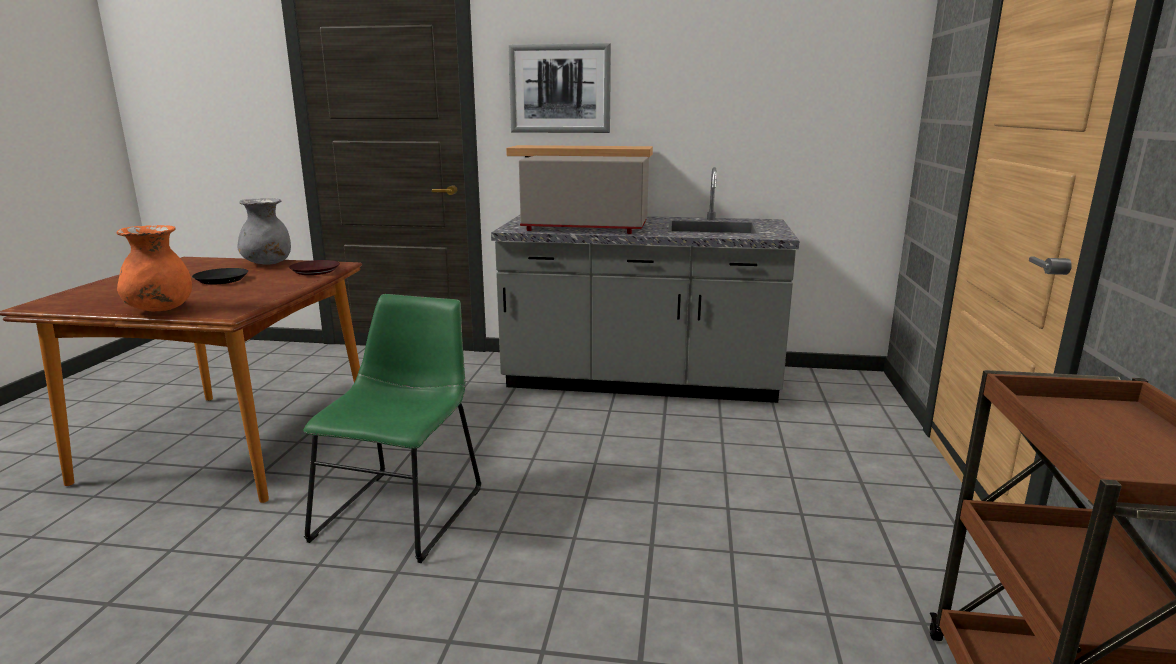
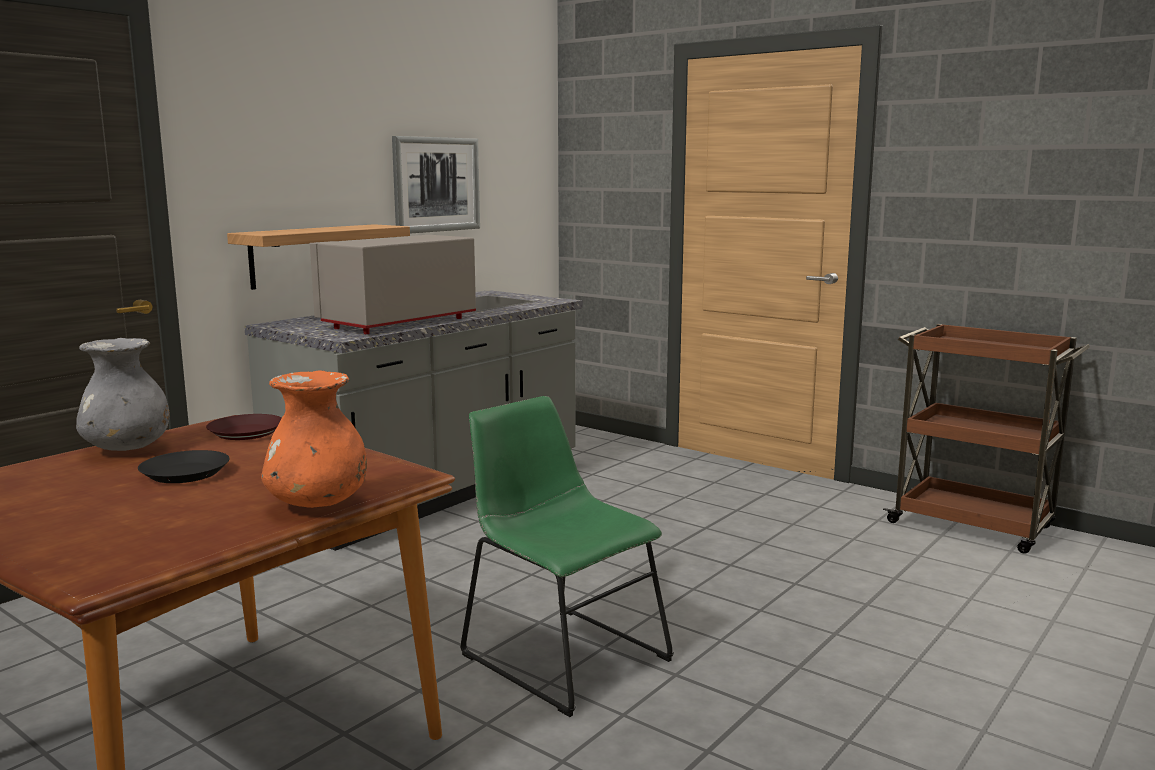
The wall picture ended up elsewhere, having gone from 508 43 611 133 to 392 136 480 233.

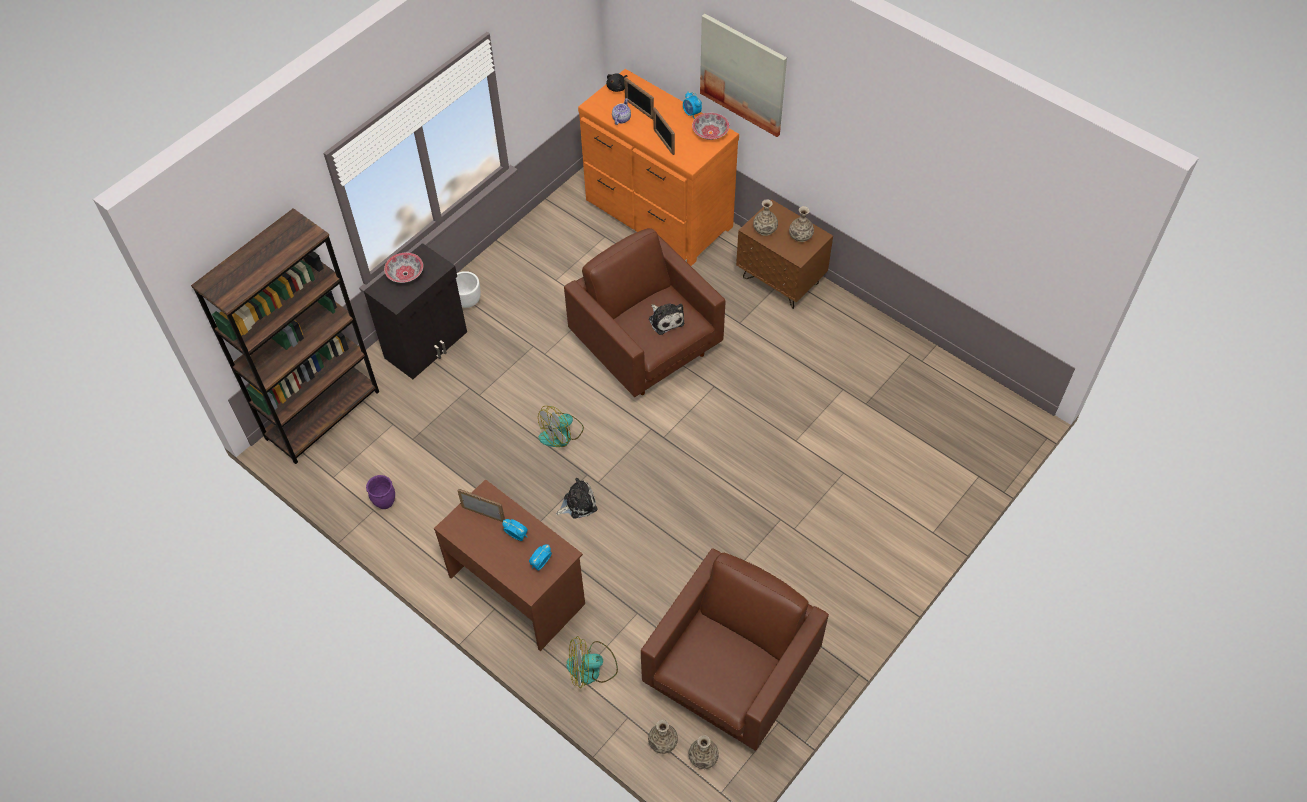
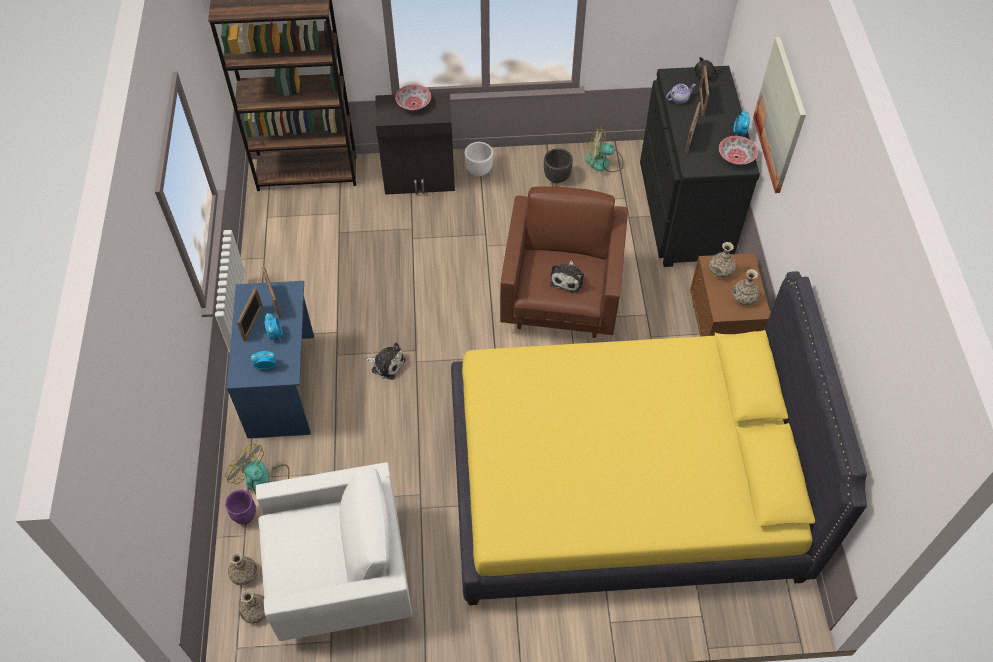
The second view gained the standing frame at 237 287 263 341.
The second view gained the yellow sleeping bed at 451 271 867 605.
The second view gained the blackish plant pot at 544 149 573 183.
The purplish plant pot ended up elsewhere, having gone from 366 475 395 509 to 225 490 256 525.
The cooling fan ended up elsewhere, having gone from 538 406 584 447 to 585 127 623 172.
What was the brown-coloured desk table at 434 479 585 651 turned into the bluish desk table at 227 281 314 438.
What was the orange-coloured chest of drawers at 578 69 739 266 turned into the blackish chest of drawers at 640 66 760 267.
What was the brown-coloured easy chair at 641 548 829 751 turned into the white-coloured easy chair at 256 462 412 641.

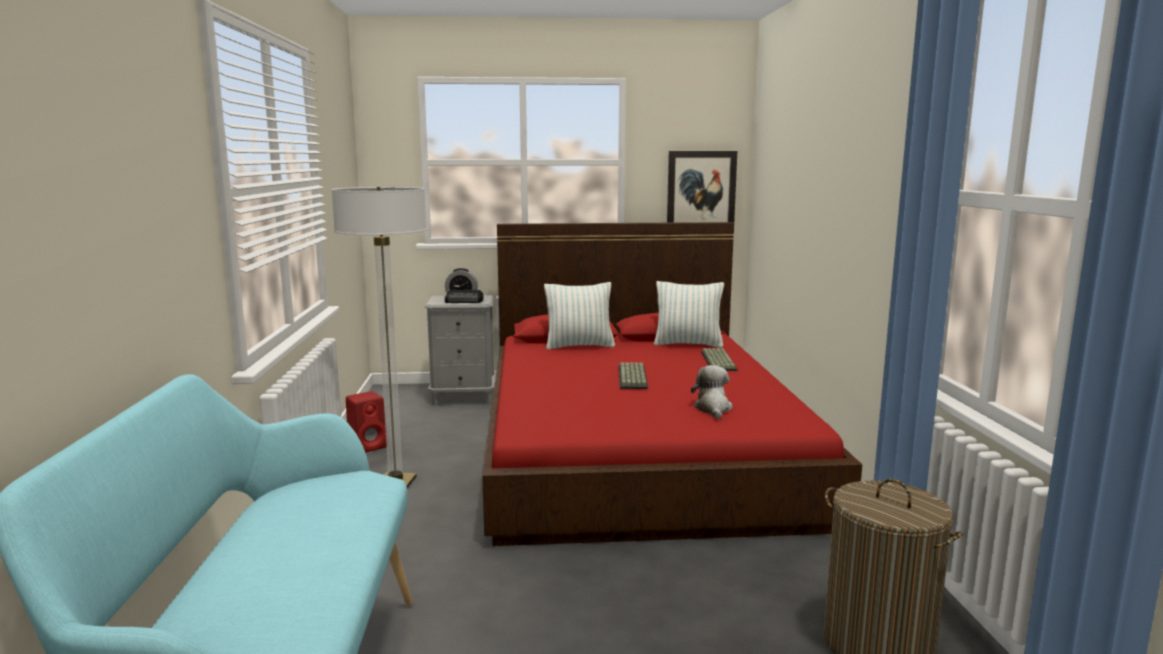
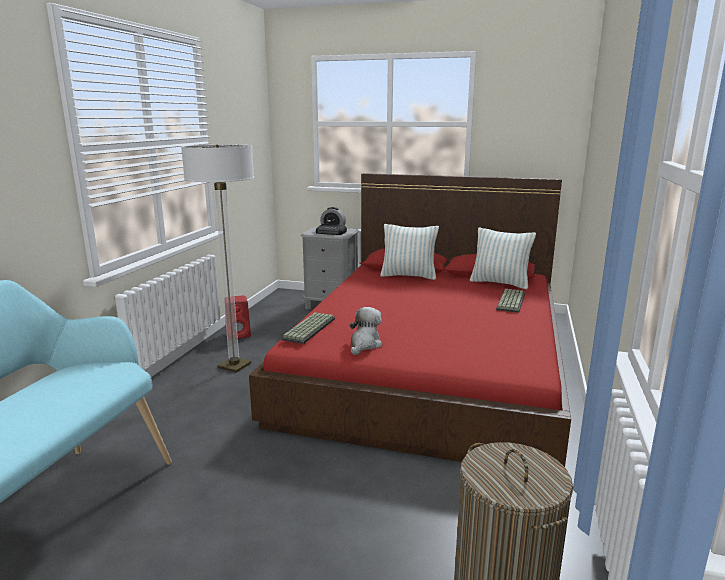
The second view lost the wall picture at 667 151 737 235.
The computer keyboard ended up elsewhere, having gone from 618 362 648 389 to 281 312 335 344.
The cuddly toy ended up elsewhere, having gone from 691 365 733 419 to 350 307 382 355.

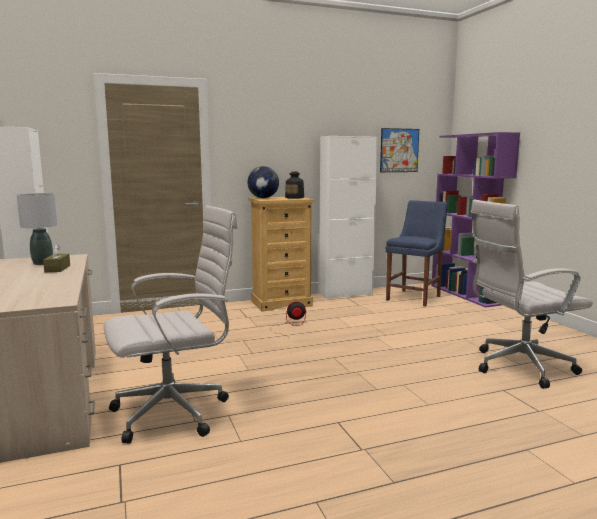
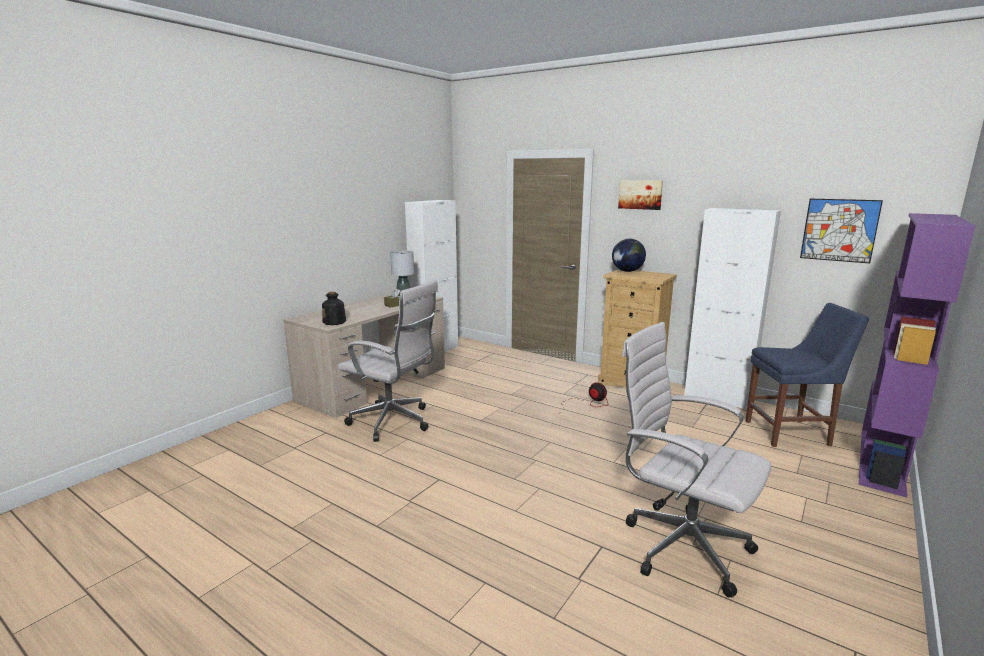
The second view gained the wall picture at 618 180 663 210.
The drink bottle ended up elsewhere, having gone from 285 172 304 199 to 322 292 346 325.

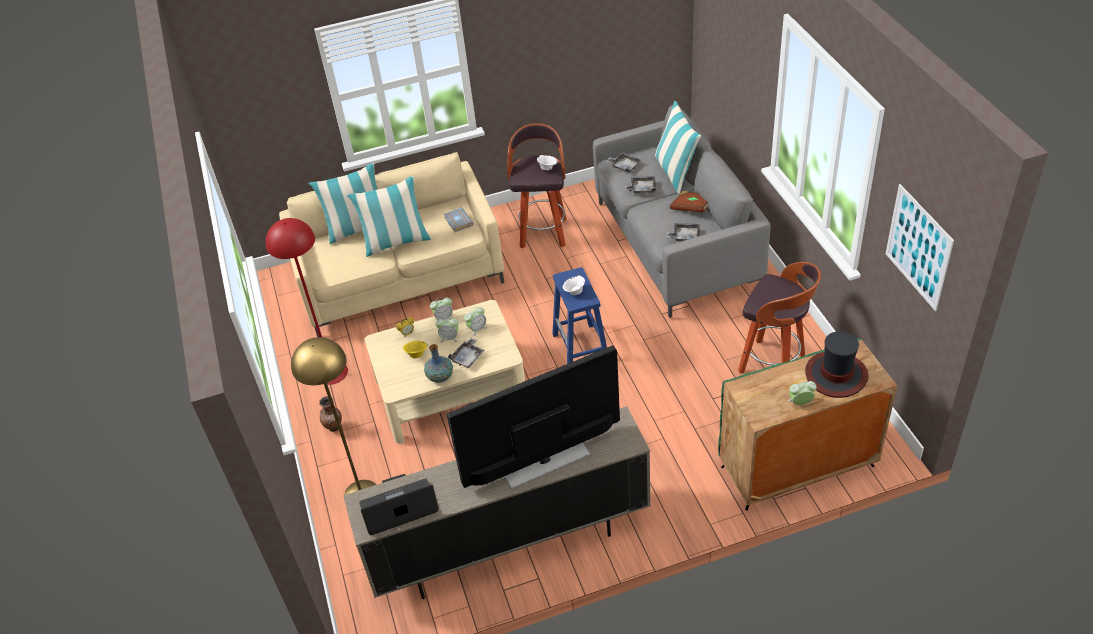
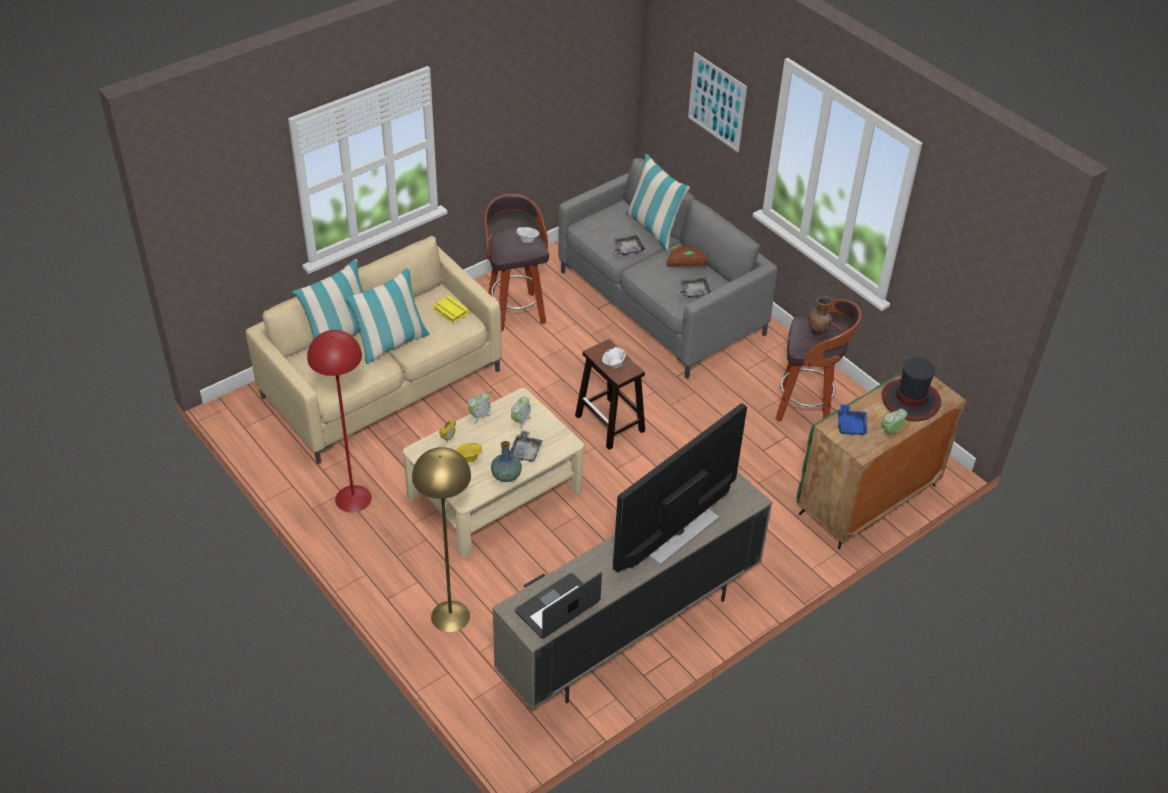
The second view lost the bedside clock at 436 317 459 342.
The second view lost the greyish tray at 606 152 641 173.
The second view gained the bluish tray at 838 404 867 436.
The brown-coloured decorative vase ended up elsewhere, having gone from 319 396 342 432 to 809 296 833 336.
The wall picture ended up elsewhere, having gone from 886 184 954 311 to 688 52 747 152.
What was the greyish volume at 444 207 474 232 turned into the yellow volume at 433 295 470 323.
What was the bluish stool at 552 267 607 364 turned into the brown-coloured stool at 575 339 645 450.

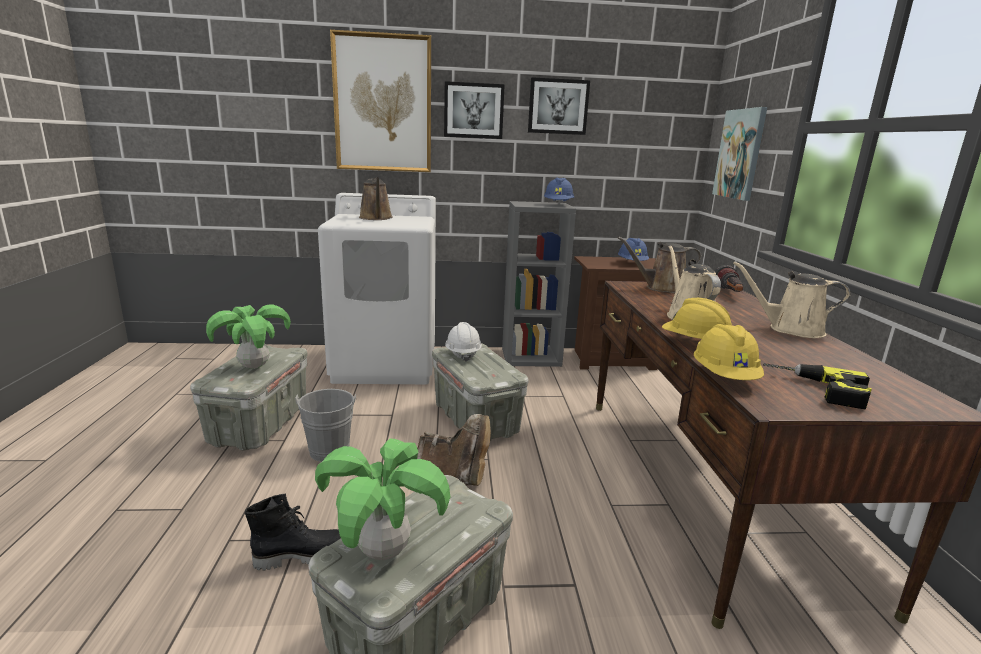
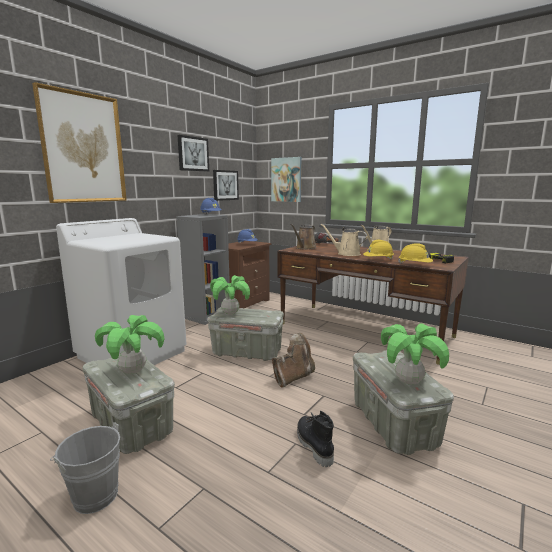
The second view lost the brown-coloured sprinkling can at 359 177 393 220.
The greyish water bucket ended up elsewhere, having gone from 295 389 357 462 to 50 422 120 514.
The wall picture ended up elsewhere, having gone from 444 81 505 139 to 213 170 239 201.
Where the white-coloured hard hat stood at 445 322 482 362, the plant in a pot came to stand at 210 275 250 315.
The blackish tall boot at 245 494 341 571 ended up facing another way, 45 degrees counterclockwise from before.

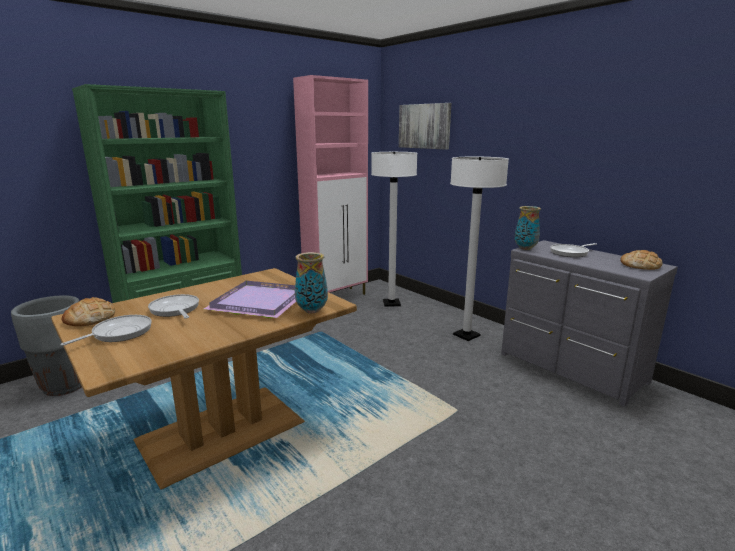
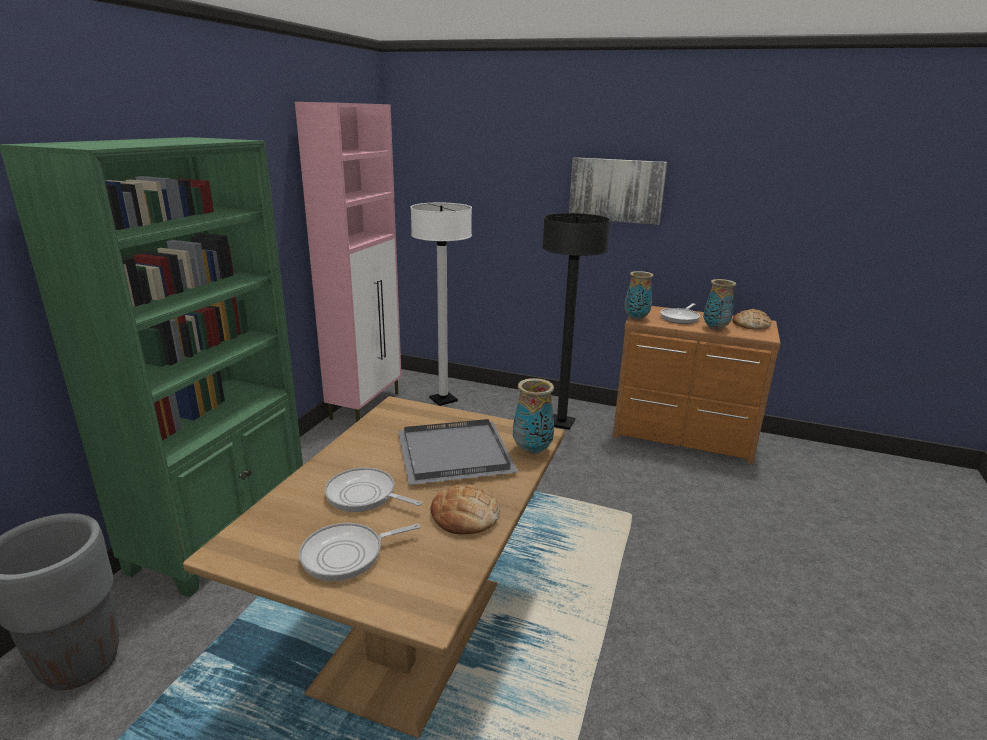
The second view gained the decorative vase at 703 279 736 330.
The bread ended up elsewhere, having gone from 61 297 115 326 to 431 484 500 534.
The wall picture ended up elsewhere, having gone from 399 103 451 150 to 569 157 667 225.
What was the purplish tray at 204 281 296 318 turned into the greyish tray at 398 419 518 485.
What was the white-coloured standard lamp at 450 157 509 341 turned into the blackish standard lamp at 542 213 610 430.
What was the greyish chest of drawers at 501 240 678 407 turned into the brown-coloured chest of drawers at 613 306 781 464.
The skillet at 60 315 152 346 ended up facing another way, 120 degrees counterclockwise from before.

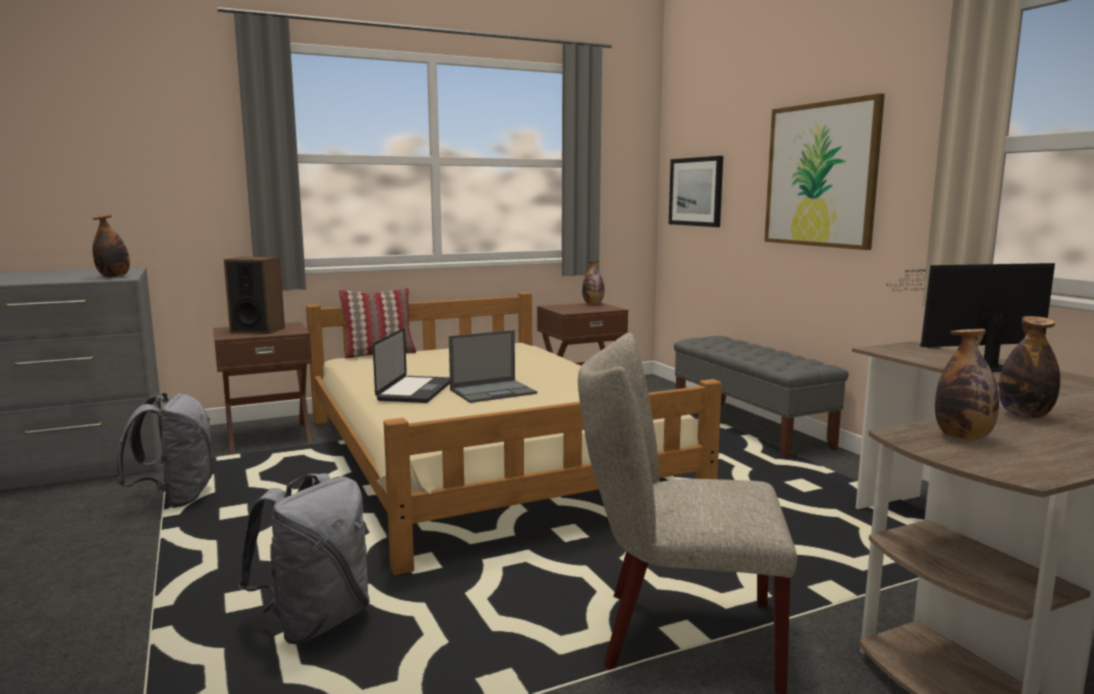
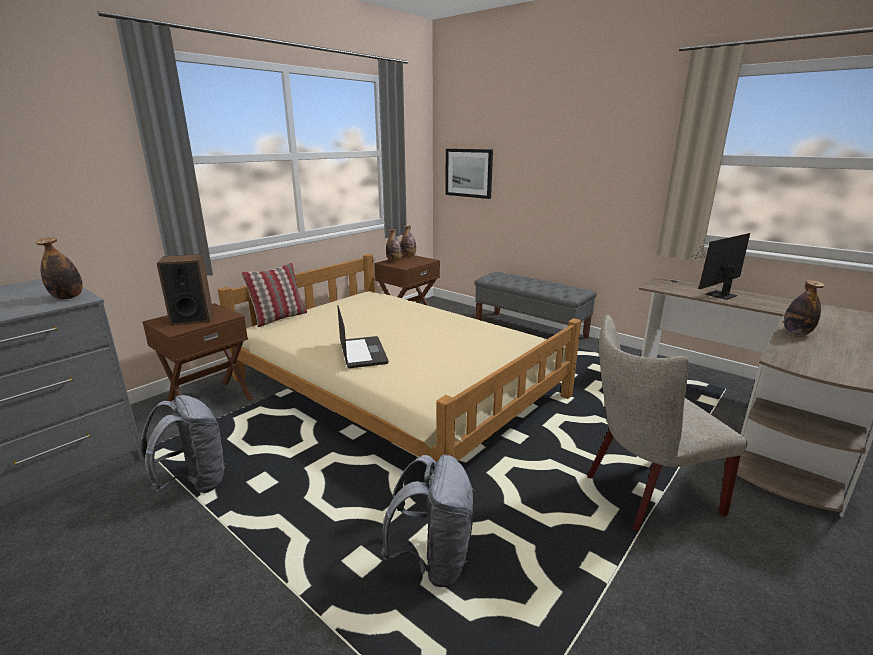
The second view lost the laptop at 449 330 537 403.
The second view lost the wall picture at 764 93 885 250.
The drink bottle ended up elsewhere, having gone from 935 329 999 440 to 386 229 402 262.

